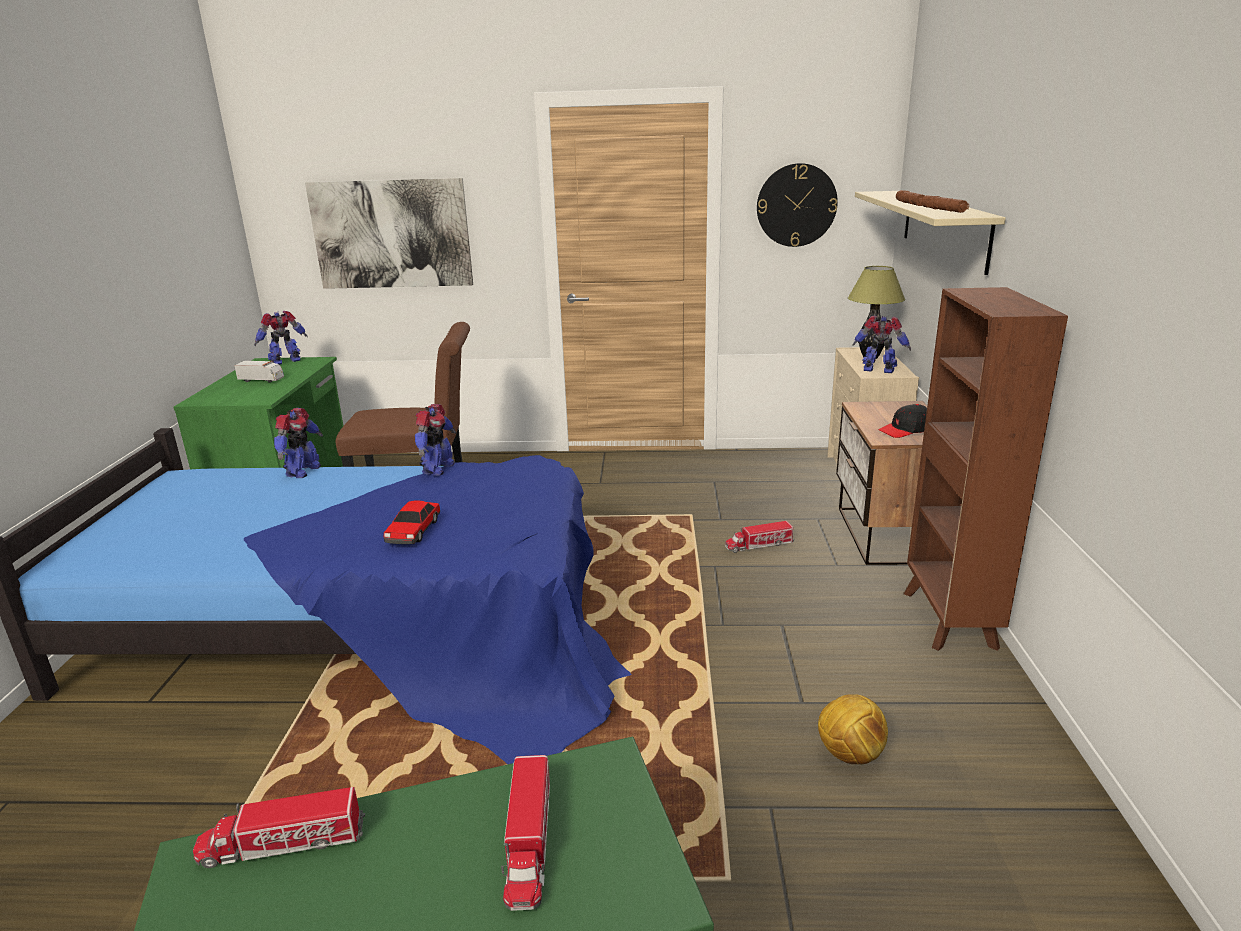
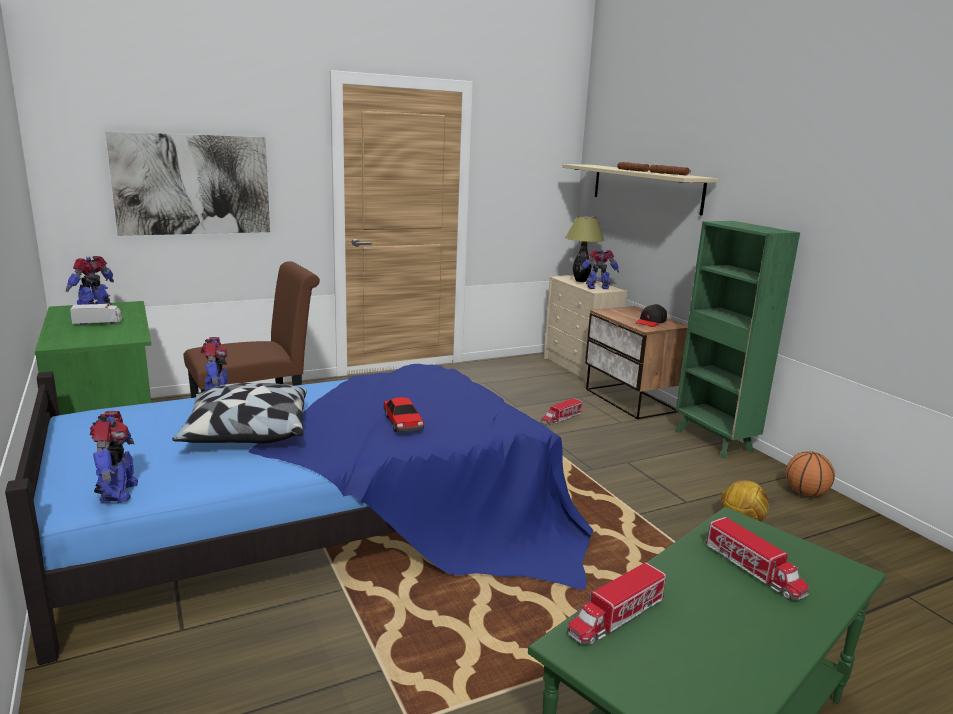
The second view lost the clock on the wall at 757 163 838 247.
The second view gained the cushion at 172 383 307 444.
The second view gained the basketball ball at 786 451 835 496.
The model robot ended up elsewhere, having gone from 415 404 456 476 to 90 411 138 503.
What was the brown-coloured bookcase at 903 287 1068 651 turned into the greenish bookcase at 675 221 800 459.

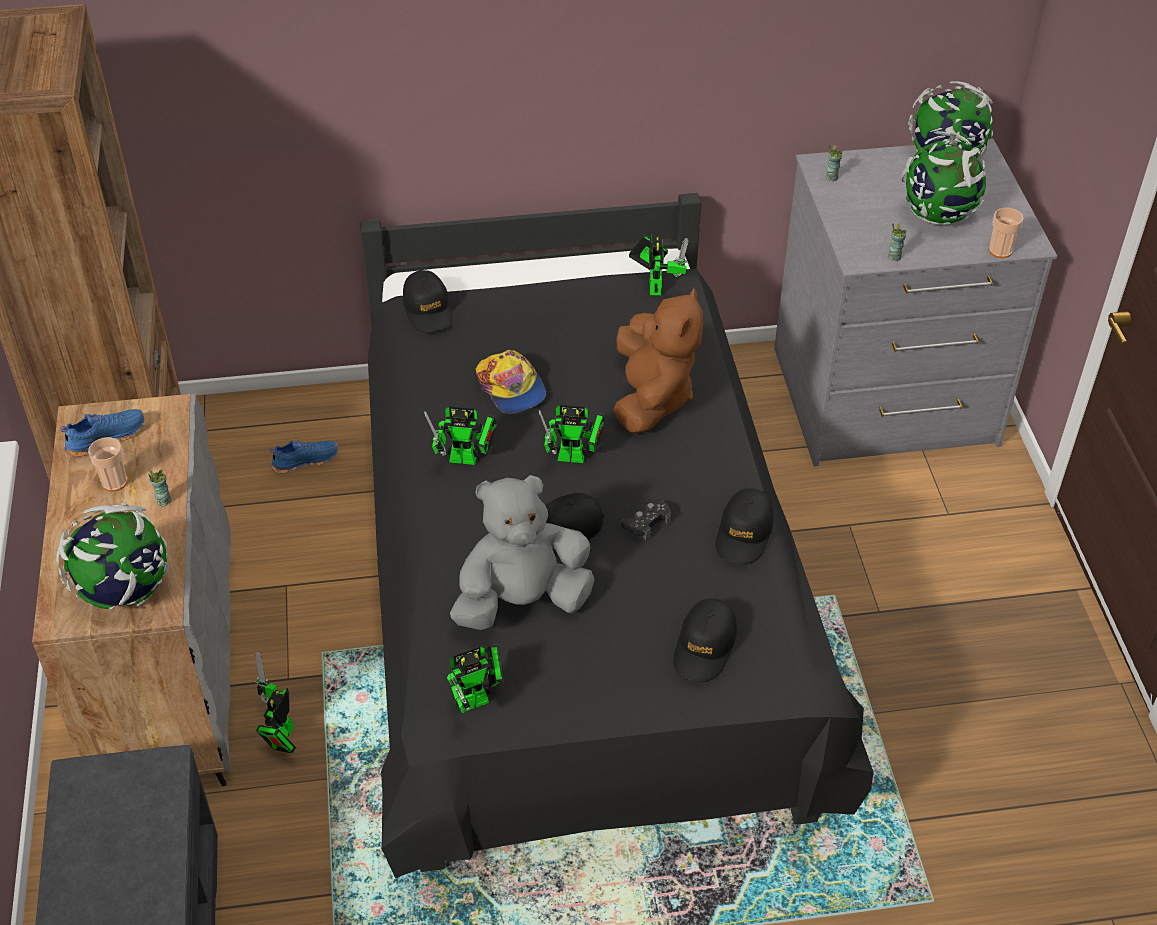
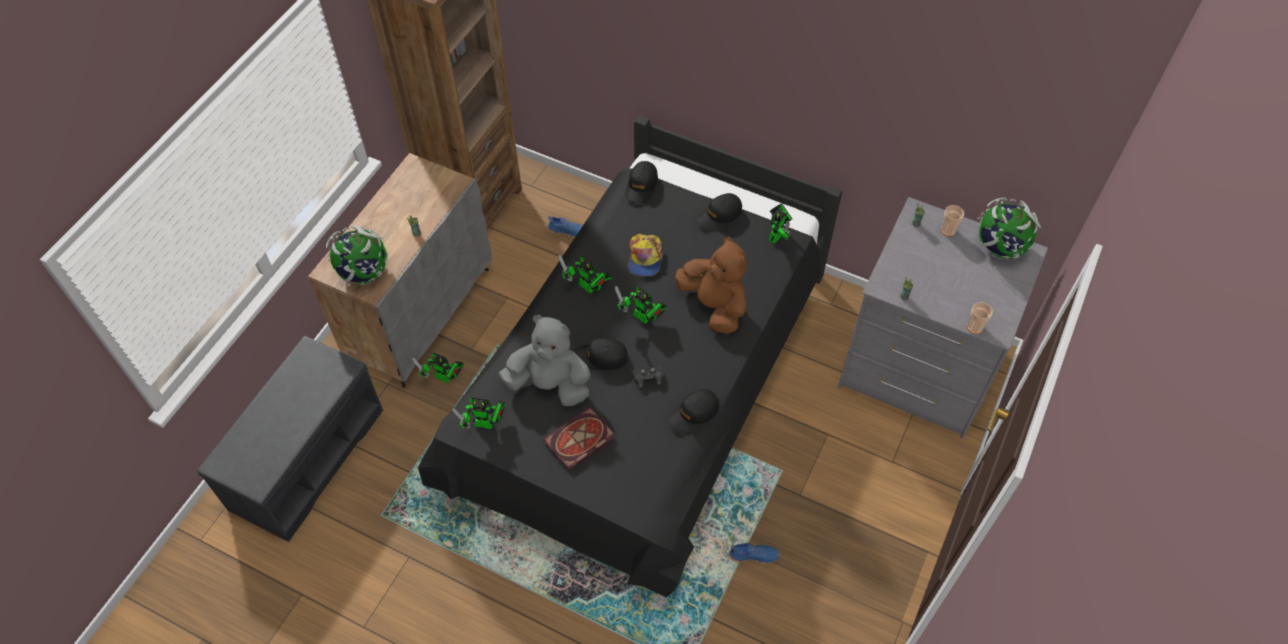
The second view lost the desk globe at 901 131 986 225.
The second view gained the volume at 543 407 615 470.
The bluish item of footwear ended up elsewhere, having gone from 60 409 144 457 to 729 543 780 564.
The small cup ended up elsewhere, having gone from 88 437 128 492 to 941 205 964 236.
The blackish peaked cap ended up elsewhere, having gone from 673 598 737 682 to 696 193 742 231.
The model robot at 255 651 296 754 ended up facing another way, 120 degrees counterclockwise from before.
The brown-coloured cuddly toy at 614 288 703 434 ended up facing another way, 75 degrees counterclockwise from before.

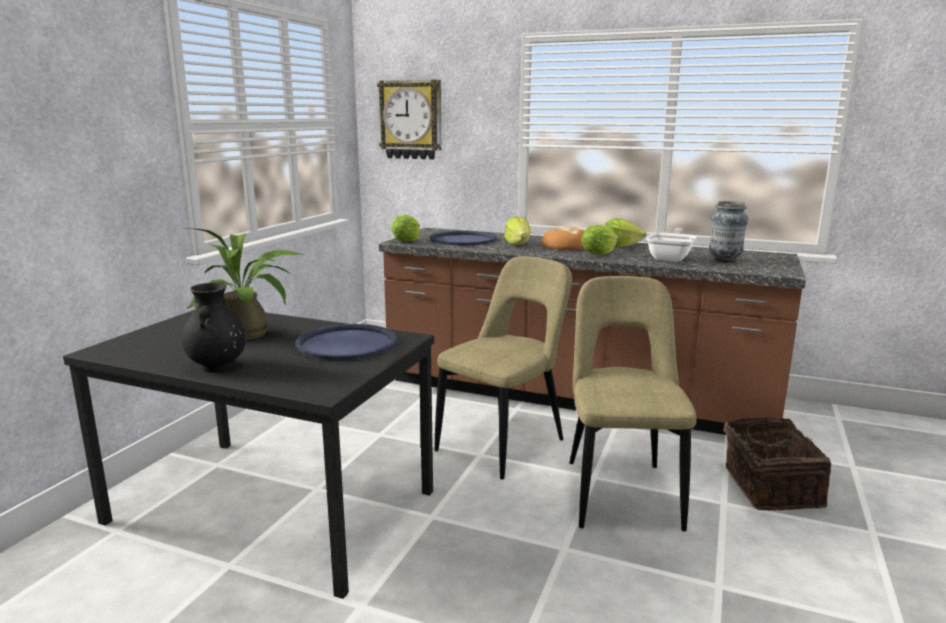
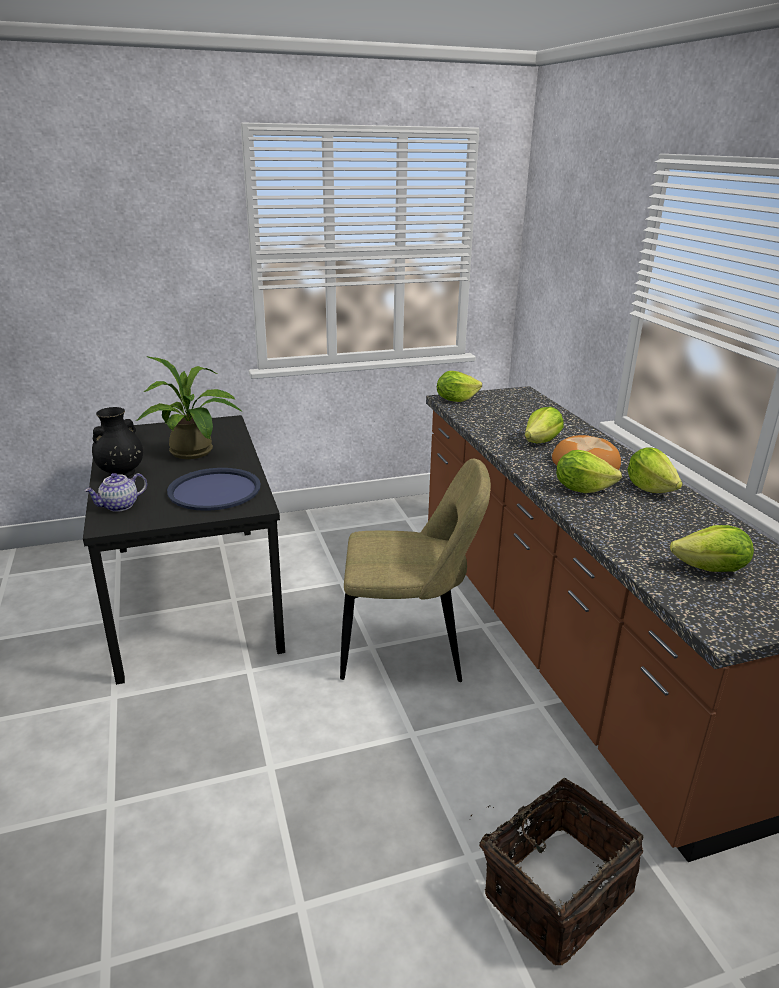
The second view lost the clock on the wall at 377 80 442 160.
The second view lost the bluish tray at 430 231 497 246.
The second view lost the beige chair at 569 276 697 531.
The second view lost the skillet at 646 228 696 262.
The second view gained the teapot at 84 473 147 512.
Where the decorative vase stood at 709 201 748 262, the lettuce came to stand at 670 525 754 572.

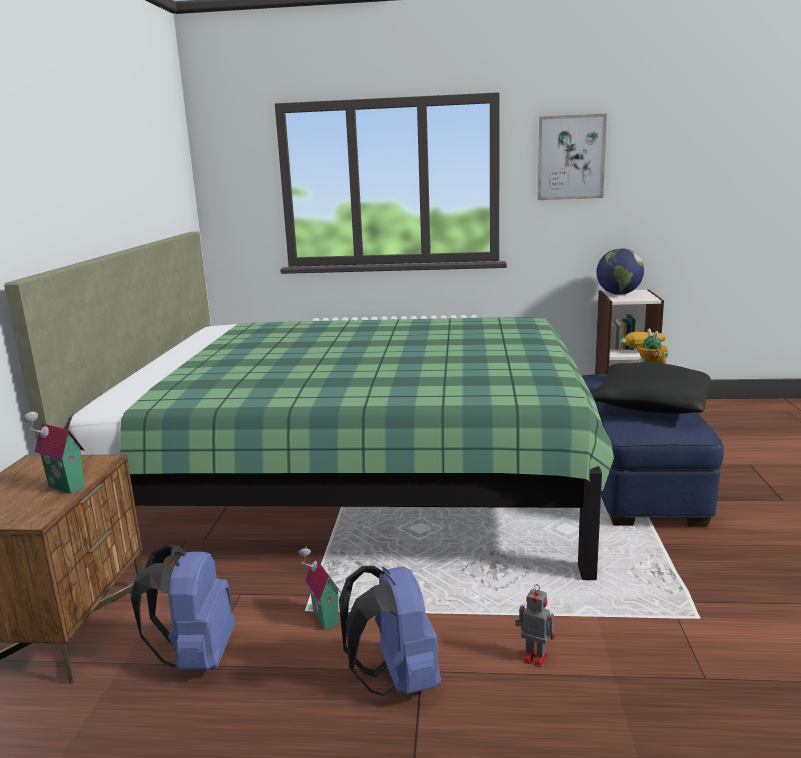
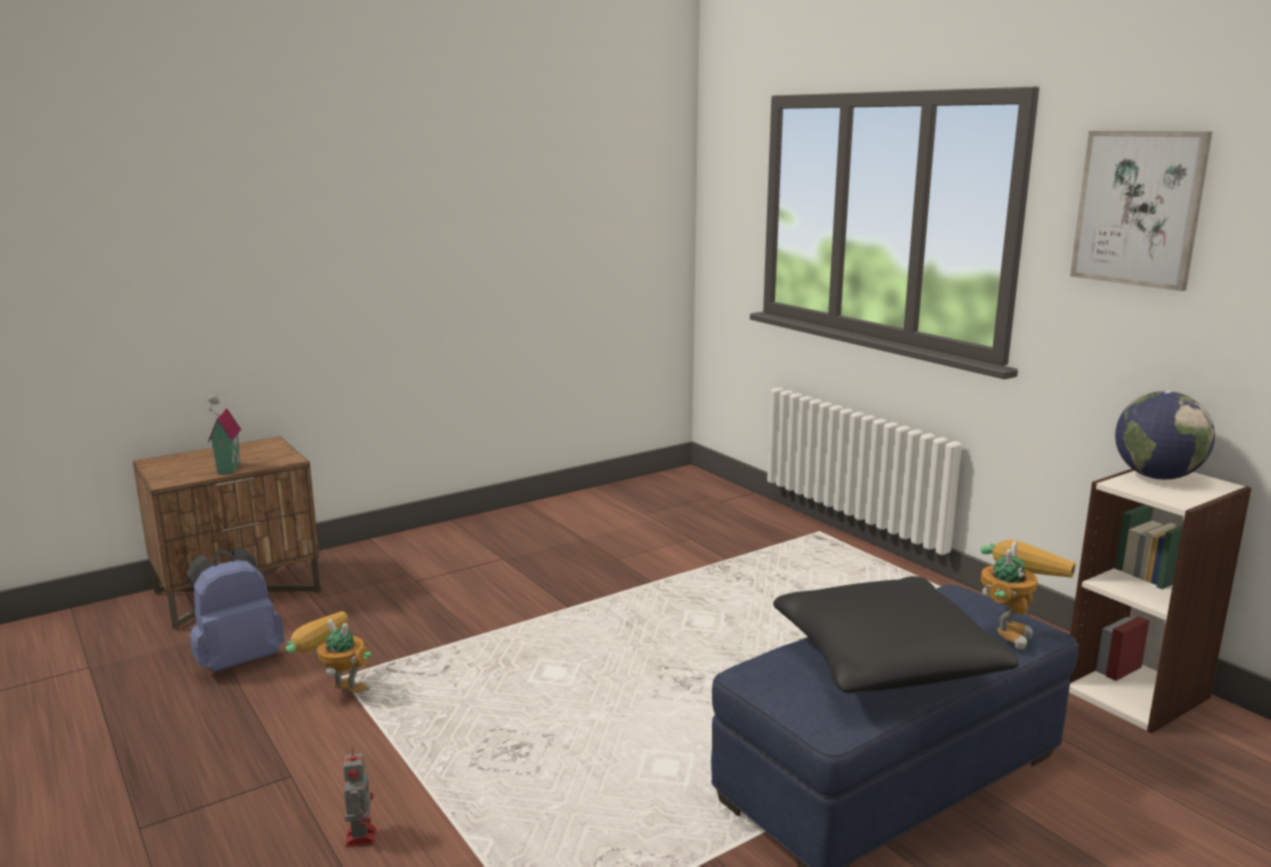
The second view lost the greenish sleeping bed at 4 232 614 580.
The second view lost the bluish knapsack at 339 565 441 696.
Where the miniature house stood at 299 546 341 630, the model robot came to stand at 286 611 372 693.

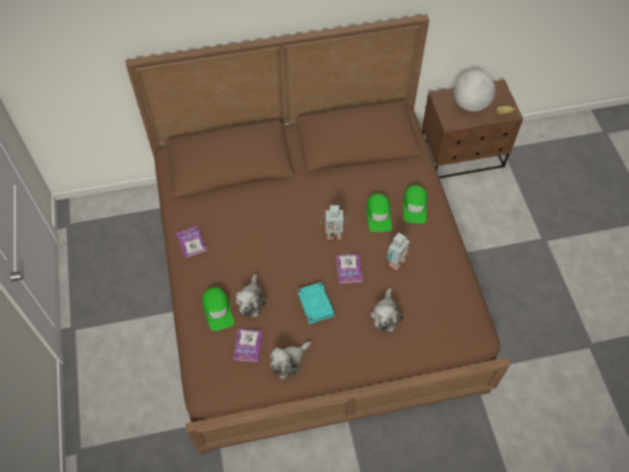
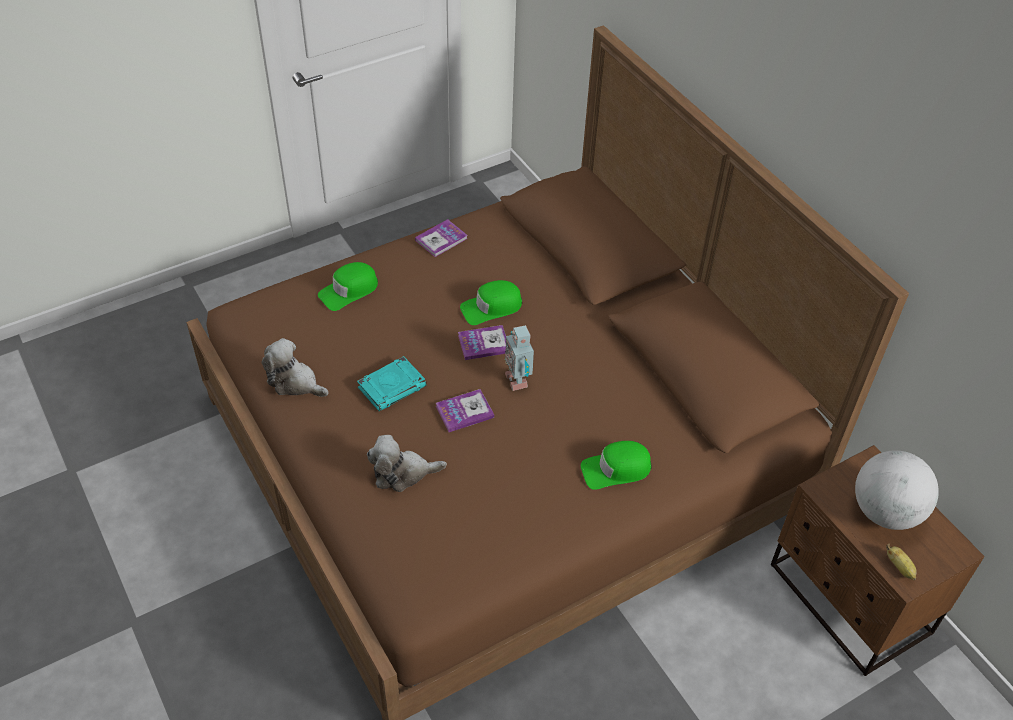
The second view lost the cuddly toy at 236 274 266 317.
The second view lost the model robot at 387 233 410 270.
The volume ended up elsewhere, having gone from 234 329 263 362 to 458 325 506 360.
The greenish peaked cap ended up elsewhere, having gone from 366 193 392 232 to 460 280 522 325.

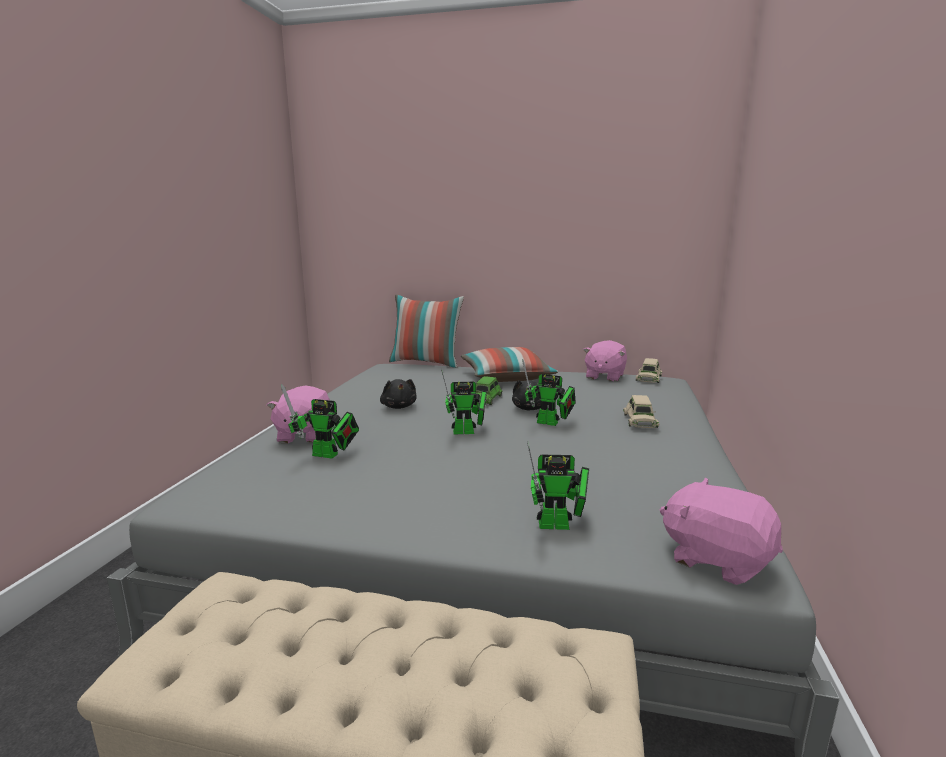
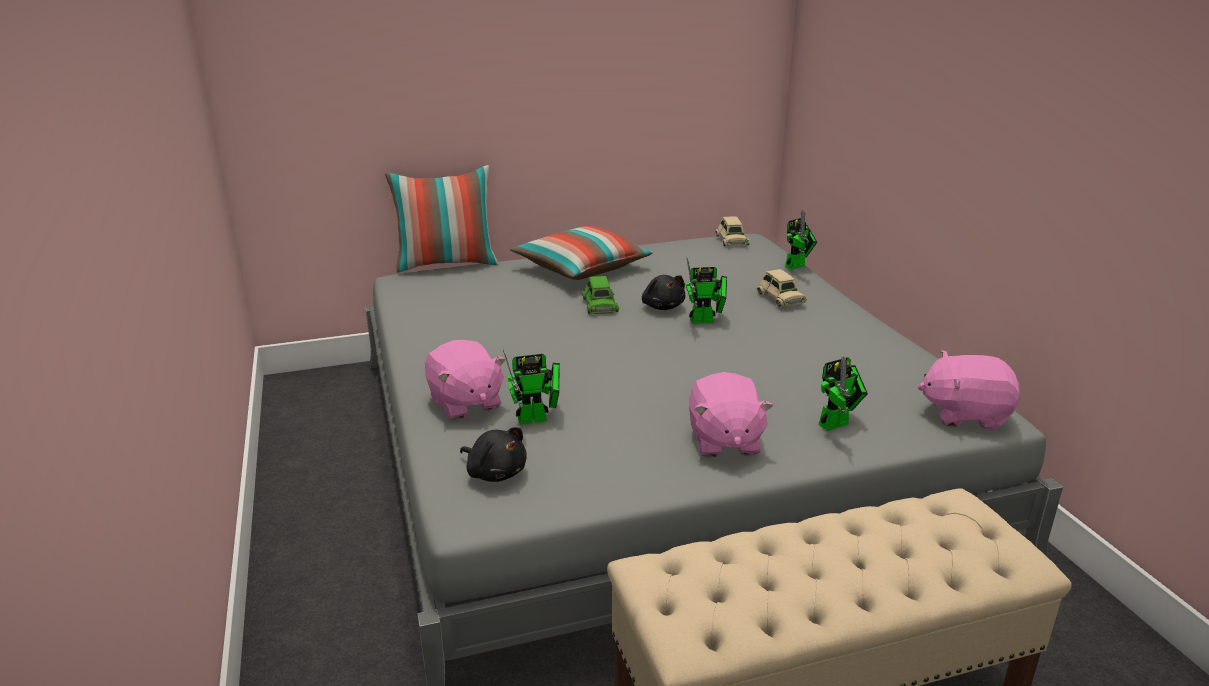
The blackish cuddly toy ended up elsewhere, having gone from 380 379 417 409 to 460 427 527 482.
The model robot ended up elsewhere, having gone from 441 369 487 434 to 785 210 817 270.
The pink-coloured cuddly toy ended up elsewhere, having gone from 583 340 627 382 to 689 372 773 457.

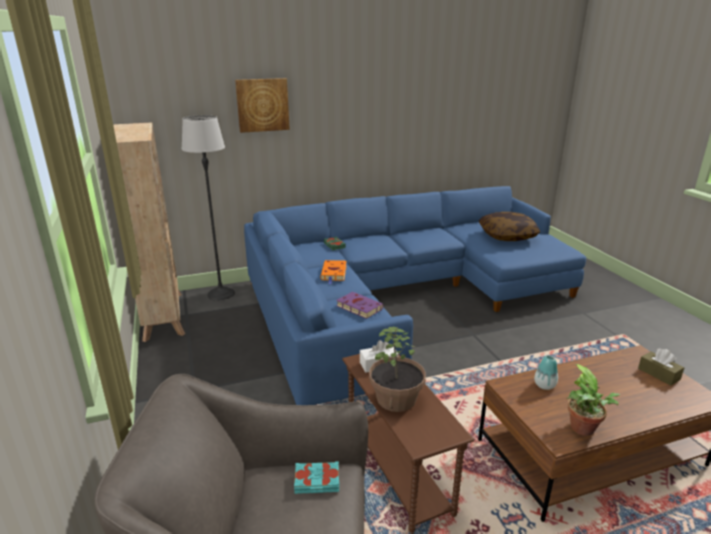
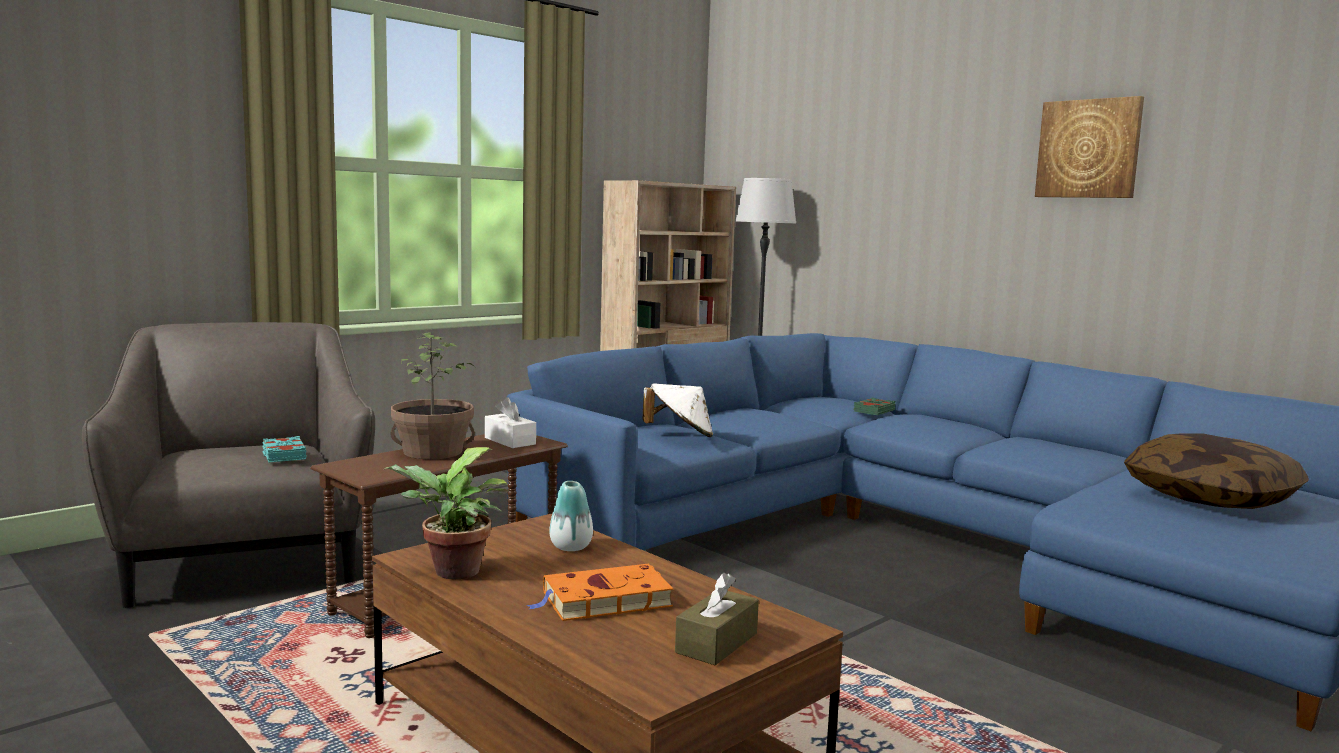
The wall picture ended up elsewhere, having gone from 235 78 290 133 to 1035 96 1144 198.
The orange-coloured volume ended up elsewhere, having gone from 320 260 347 284 to 527 564 673 621.
Where the purplish volume stood at 336 292 383 319, the white-coloured hat came to stand at 643 383 713 437.

